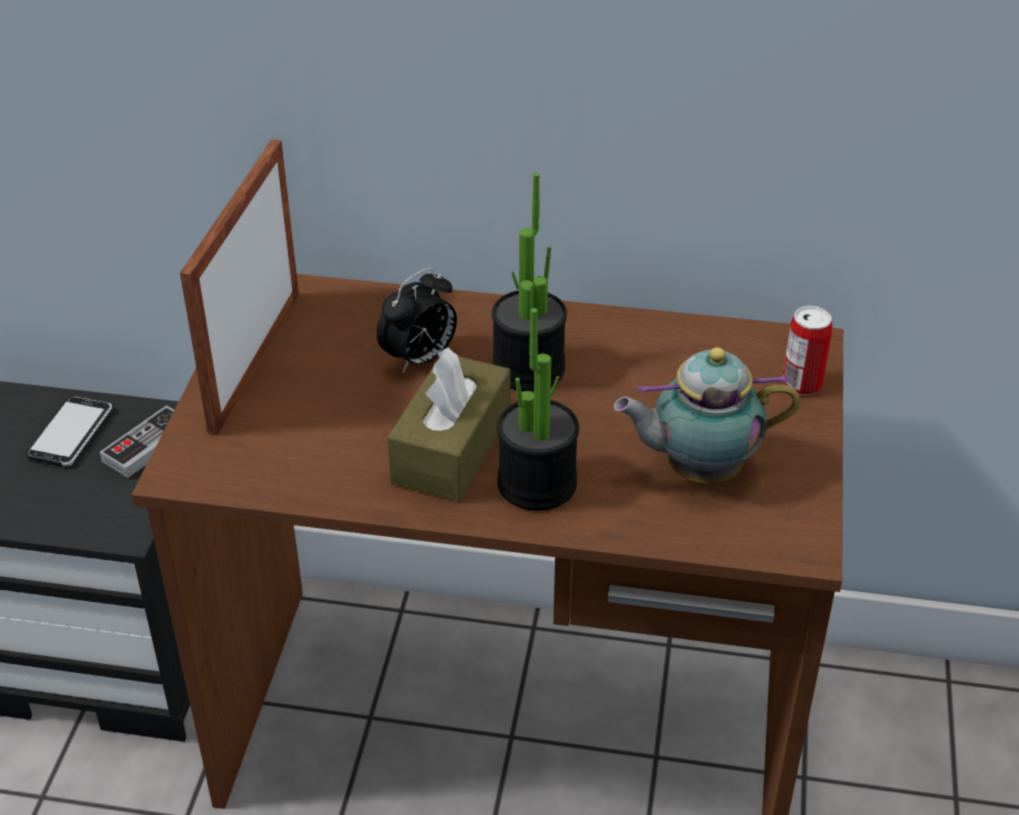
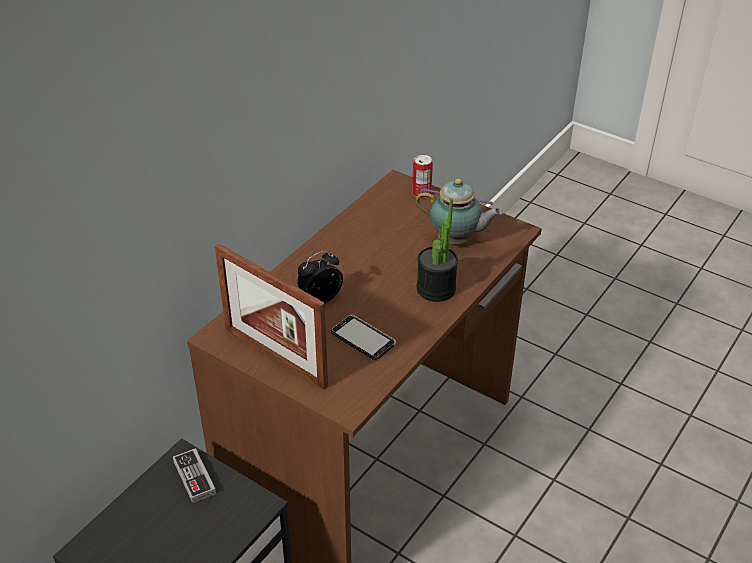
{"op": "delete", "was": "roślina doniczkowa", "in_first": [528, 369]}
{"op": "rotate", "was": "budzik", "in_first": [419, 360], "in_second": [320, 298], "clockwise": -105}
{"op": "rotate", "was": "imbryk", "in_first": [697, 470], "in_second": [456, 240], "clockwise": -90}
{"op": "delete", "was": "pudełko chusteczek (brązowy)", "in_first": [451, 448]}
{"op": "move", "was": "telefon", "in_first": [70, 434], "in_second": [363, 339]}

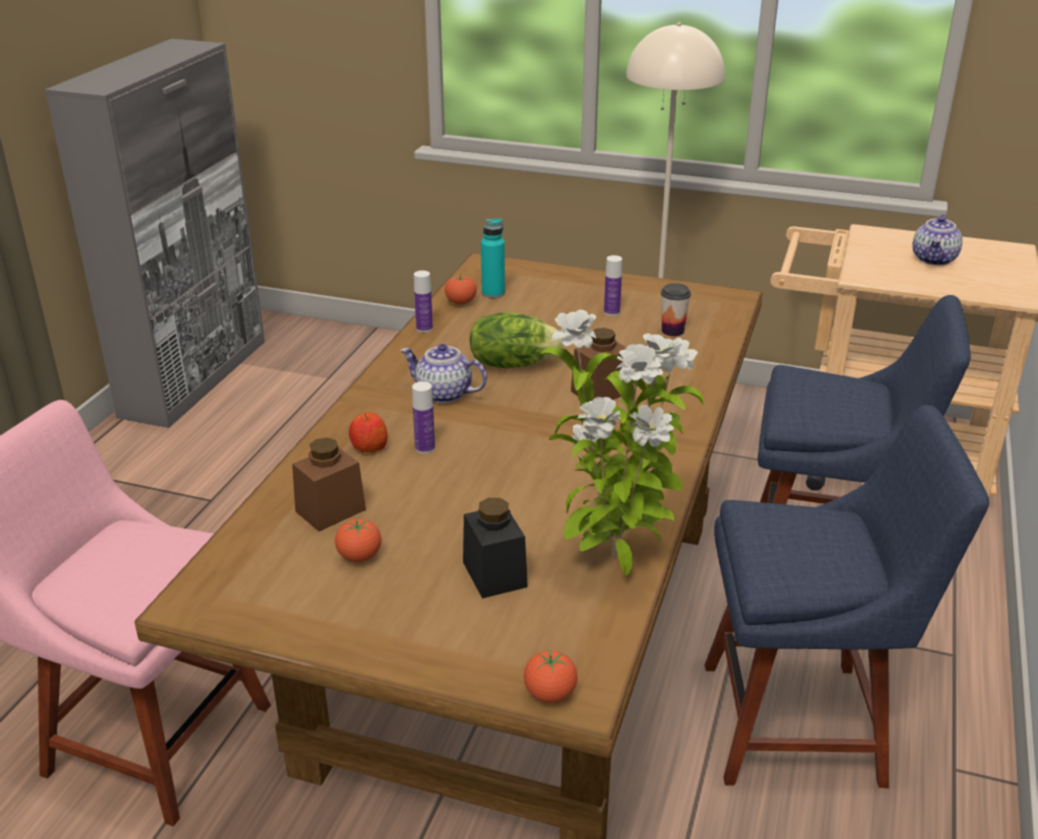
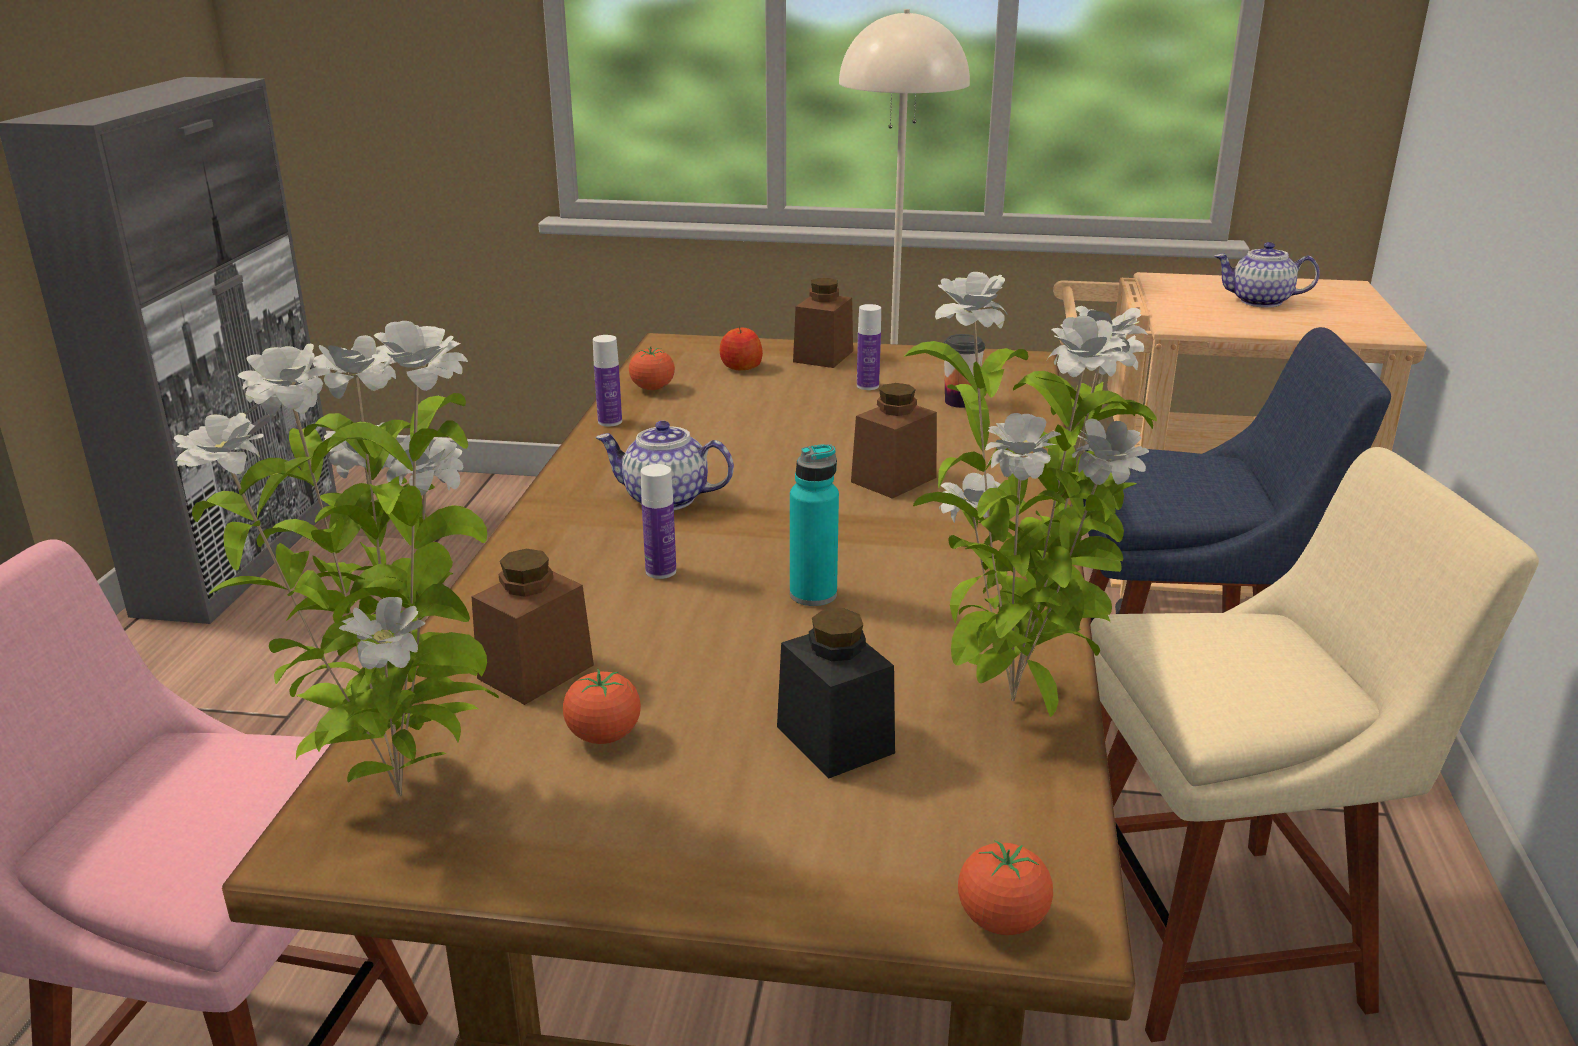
{"op": "rotate", "was": "imbryk", "in_first": [934, 259], "in_second": [1259, 301], "clockwise": 90}
{"op": "move", "was": "butelka (turkusowy)", "in_first": [493, 293], "in_second": [813, 594]}
{"op": "delete", "was": "sałata", "in_first": [512, 363]}
{"op": "recolor", "was": "krzesło (niebieski)", "now": "krzesło (beżowy)", "in_first": [803, 723], "in_second": [1226, 933]}
{"op": "move", "was": "jabłko", "in_first": [369, 447], "in_second": [740, 367]}
{"op": "insert", "now": "słoik (brązowy)", "in_second": [823, 356]}
{"op": "insert", "now": "roślina doniczkowa", "in_second": [402, 790]}

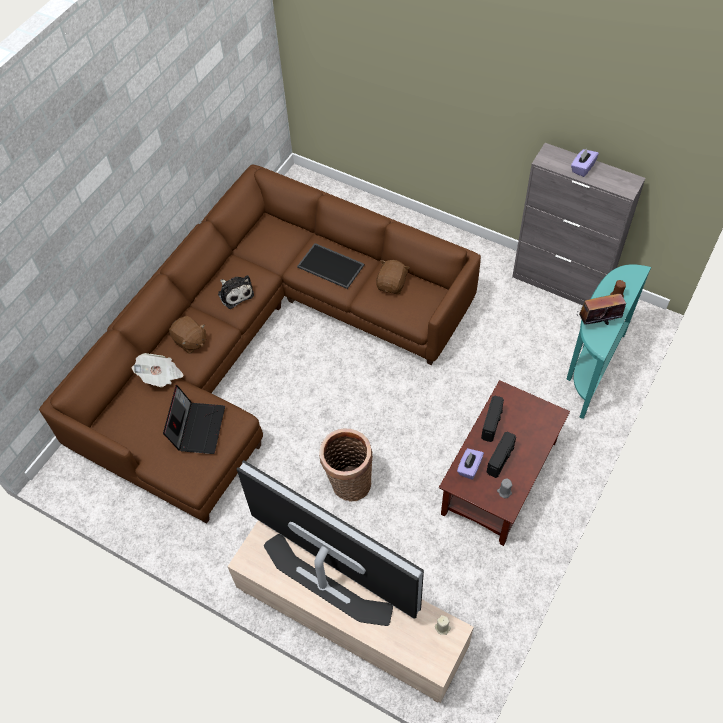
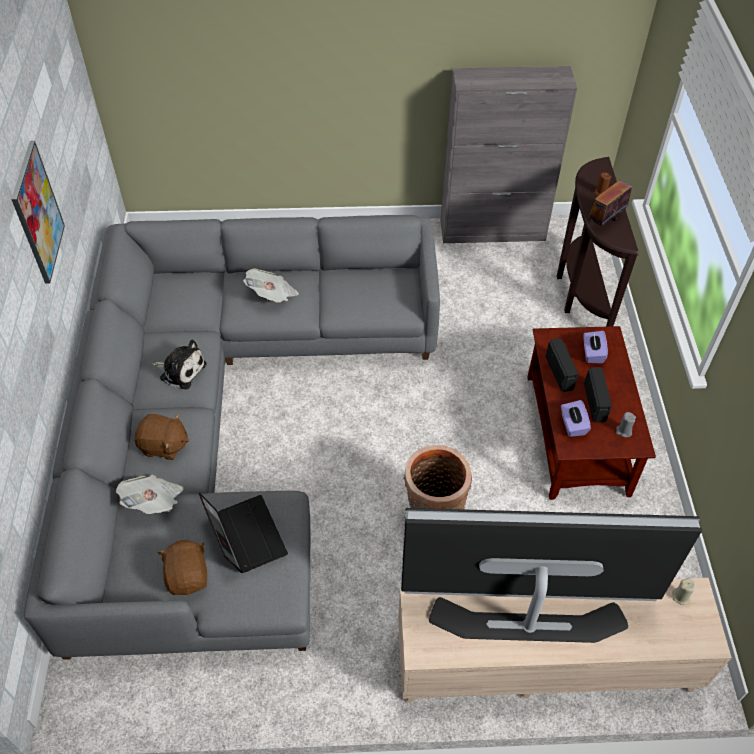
{"op": "move", "was": "pudełko chusteczek (fioletowy)", "in_first": [582, 168], "in_second": [592, 353]}
{"op": "recolor", "was": "kanapa (brązowy)", "now": "kanapa (szary)", "in_first": [260, 342], "in_second": [225, 421]}
{"op": "replace", "was": "taca", "now": "gazeta", "in_first": [331, 265], "in_second": [272, 295]}
{"op": "move", "was": "pluszak (brązowy)", "in_first": [392, 284], "in_second": [188, 576]}
{"op": "recolor", "was": "stolik konsolowy (turkusowy)", "now": "stolik konsolowy (brązowy)", "in_first": [590, 369], "in_second": [579, 294]}
{"op": "insert", "now": "obraz", "in_second": [37, 213]}

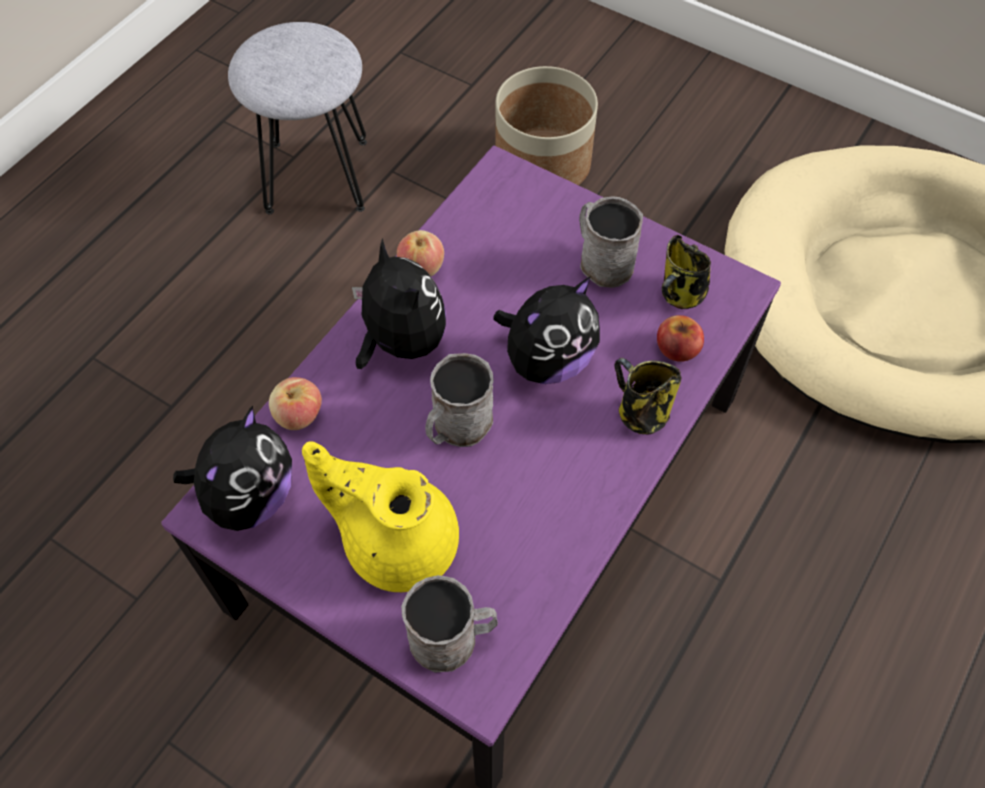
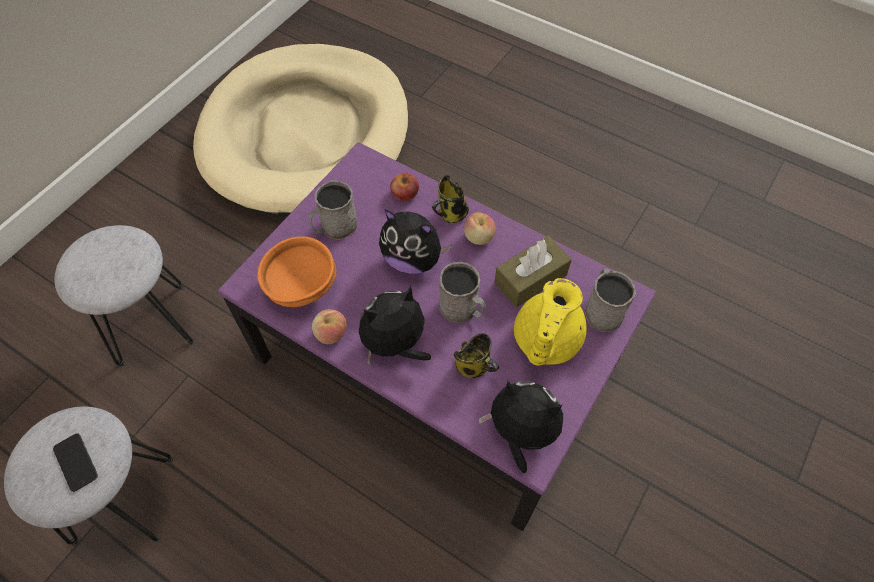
{"op": "replace", "was": "donica", "now": "stołek (szary)", "in_first": [543, 163], "in_second": [151, 323]}
{"op": "move", "was": "kubek", "in_first": [680, 295], "in_second": [474, 366]}
{"op": "rotate", "was": "pluszak", "in_first": [547, 360], "in_second": [413, 259], "clockwise": 150}
{"op": "move", "was": "jabłko", "in_first": [298, 415], "in_second": [479, 237]}
{"op": "insert", "now": "miska (pomarańczowy)", "in_second": [300, 285]}
{"op": "insert", "now": "pudełko chusteczek (brązowy)", "in_second": [530, 279]}
{"op": "insert", "now": "telefon", "in_second": [76, 462]}

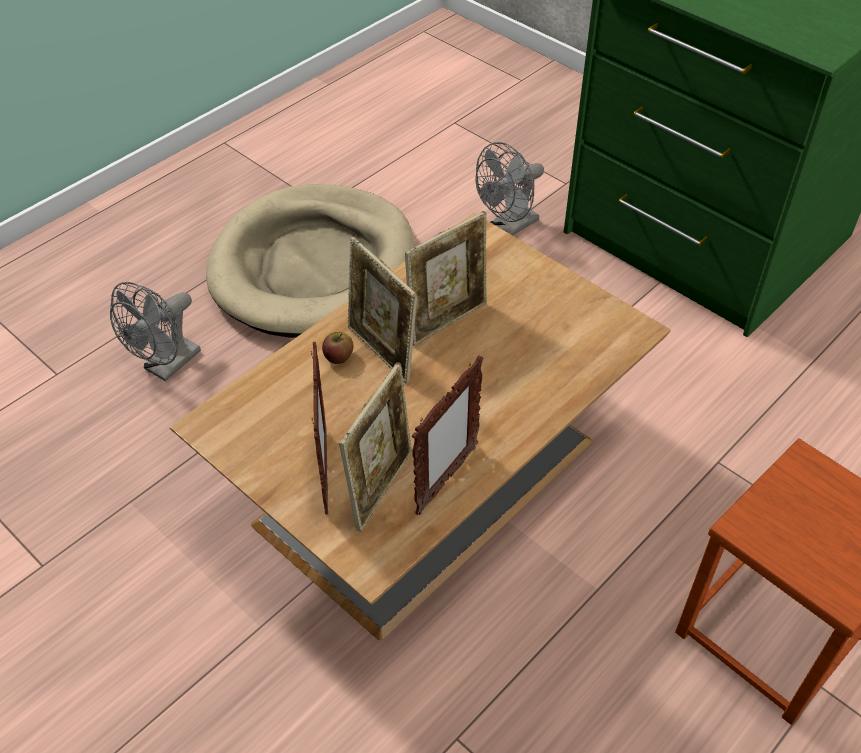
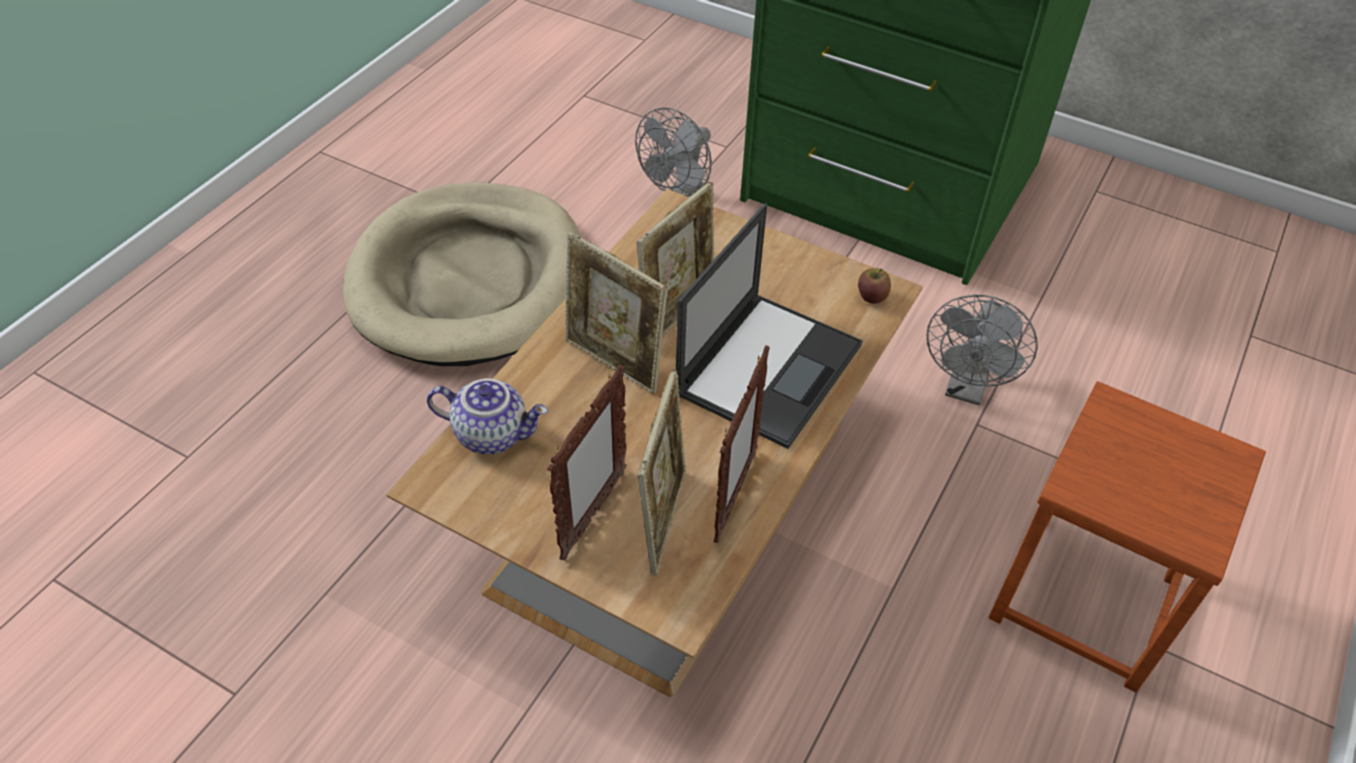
{"op": "move", "was": "wentylator (szary)", "in_first": [167, 366], "in_second": [966, 388]}
{"op": "move", "was": "jabłko", "in_first": [338, 357], "in_second": [872, 296]}
{"op": "rotate", "was": "ramka na zdjęcie", "in_first": [325, 473], "in_second": [592, 515], "clockwise": 45}
{"op": "insert", "now": "laptop", "in_second": [769, 367]}
{"op": "insert", "now": "imbryk", "in_second": [492, 433]}

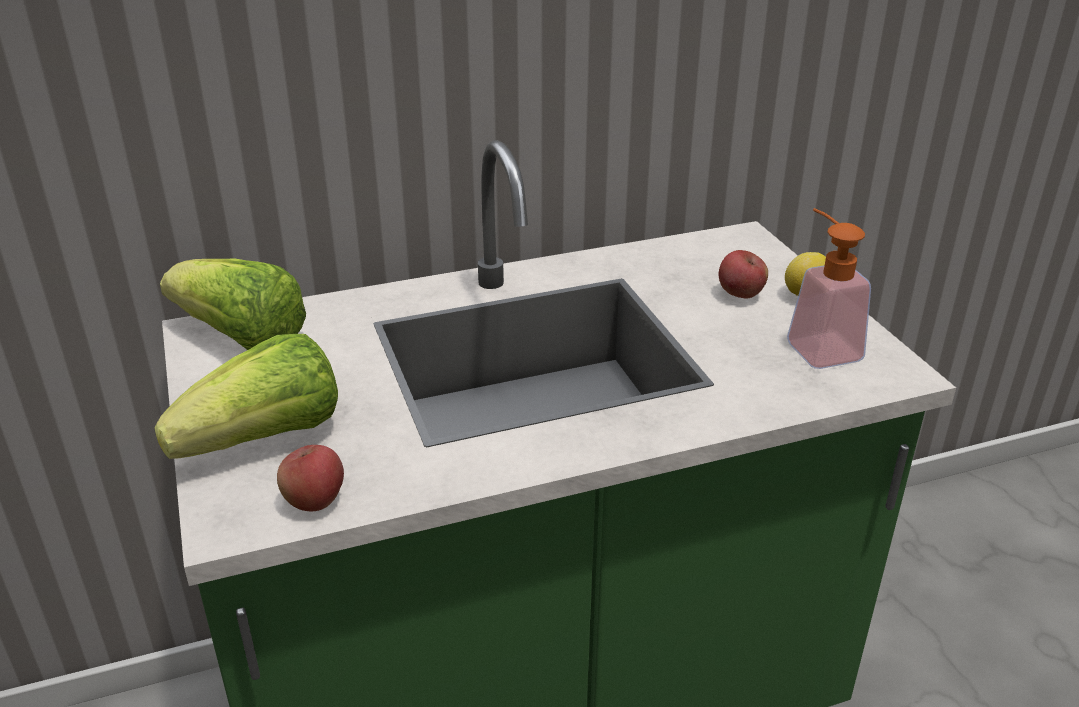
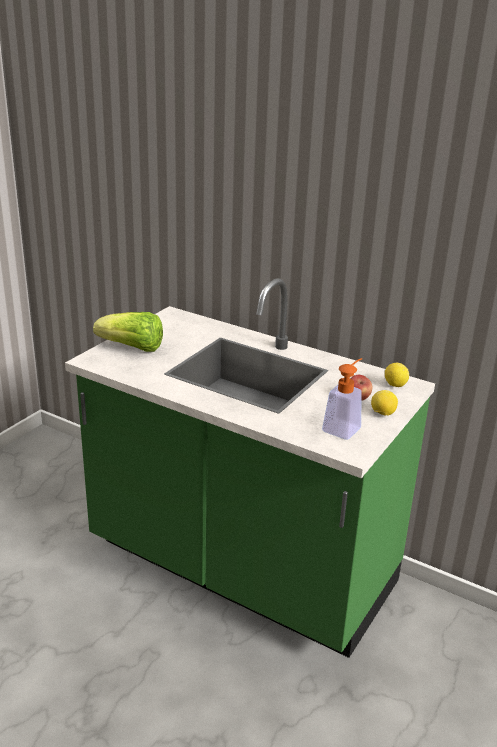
{"op": "delete", "was": "sałata", "in_first": [241, 338]}
{"op": "delete", "was": "jabłko", "in_first": [314, 501]}
{"op": "insert", "now": "cytryna", "in_second": [395, 385]}

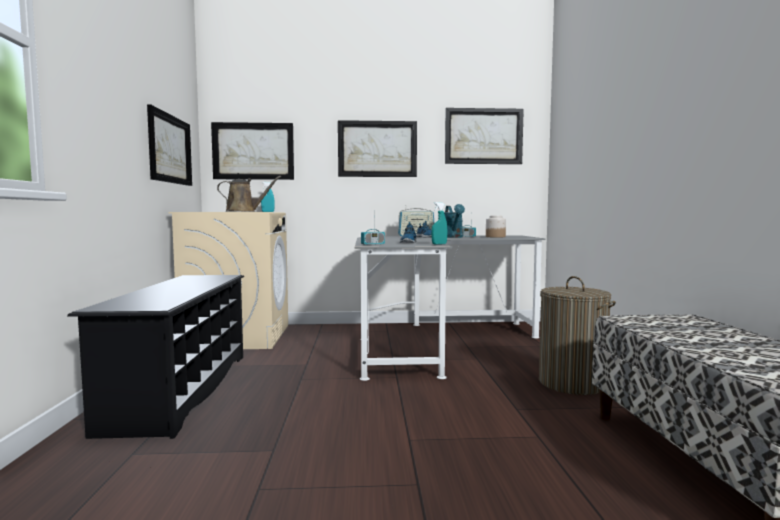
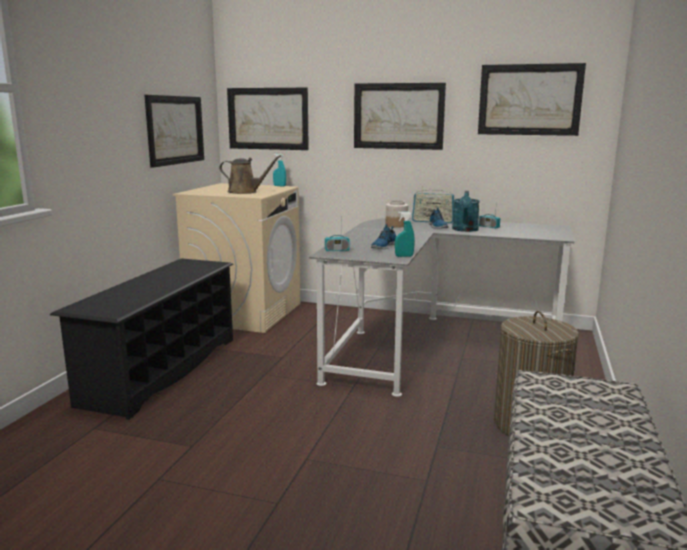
{"op": "move", "was": "słoik", "in_first": [495, 237], "in_second": [396, 225]}

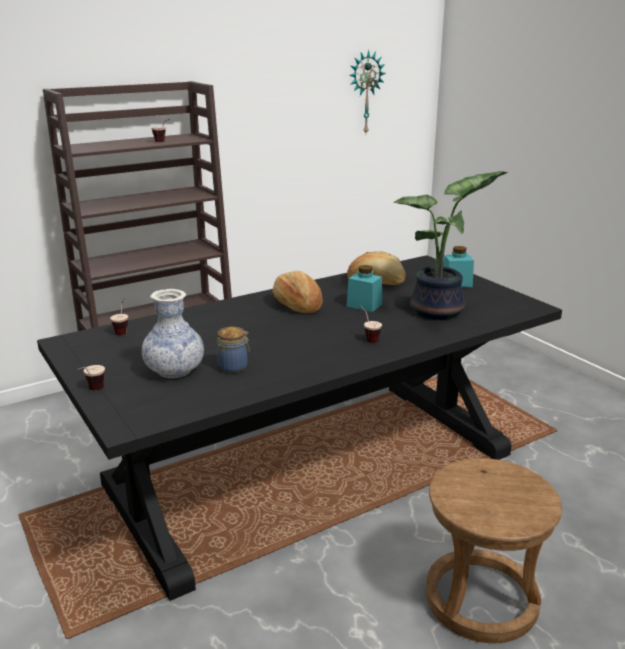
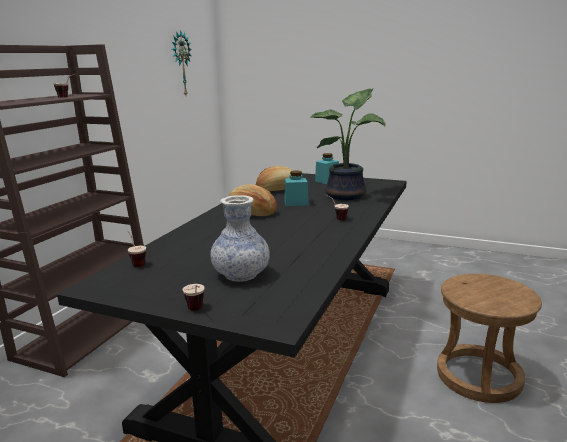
{"op": "delete", "was": "słoik", "in_first": [234, 367]}

